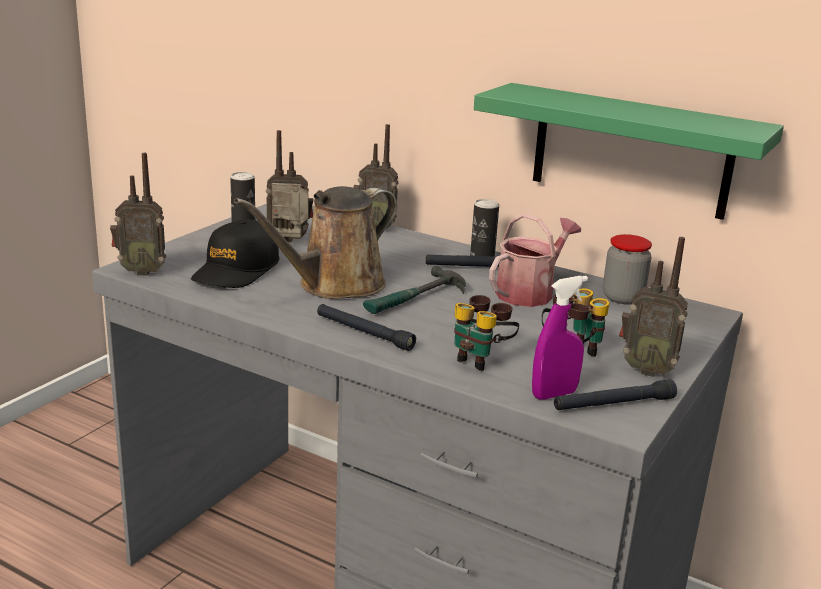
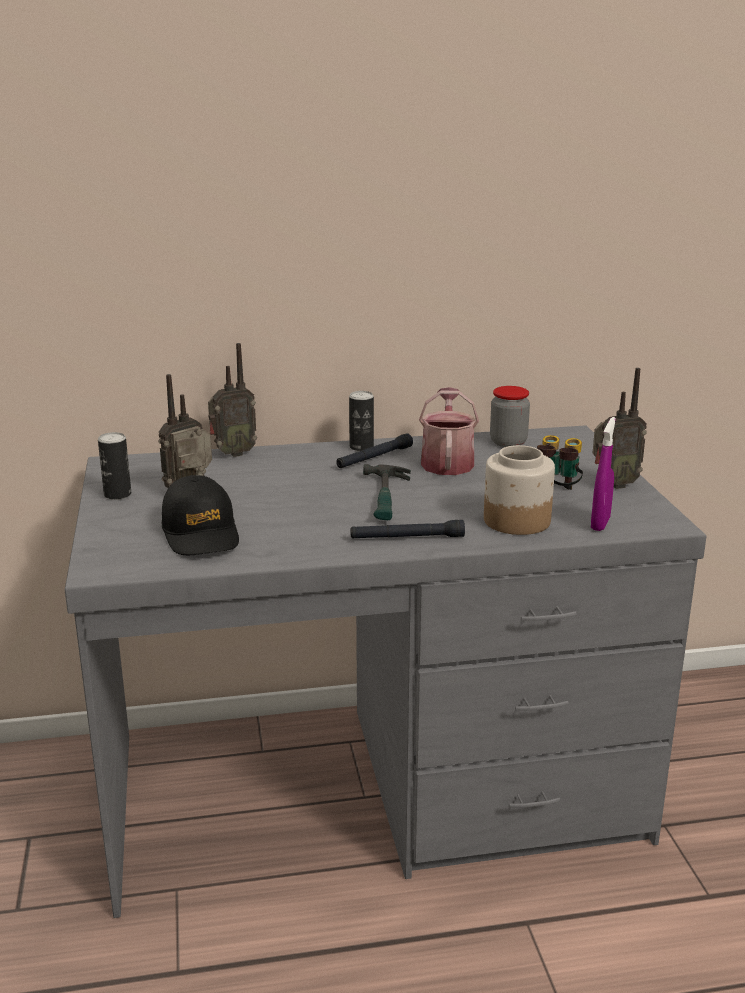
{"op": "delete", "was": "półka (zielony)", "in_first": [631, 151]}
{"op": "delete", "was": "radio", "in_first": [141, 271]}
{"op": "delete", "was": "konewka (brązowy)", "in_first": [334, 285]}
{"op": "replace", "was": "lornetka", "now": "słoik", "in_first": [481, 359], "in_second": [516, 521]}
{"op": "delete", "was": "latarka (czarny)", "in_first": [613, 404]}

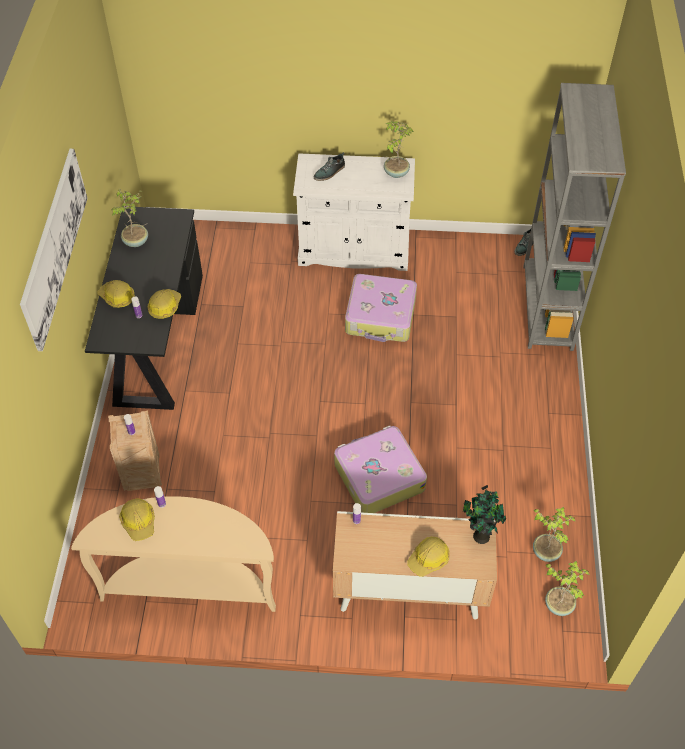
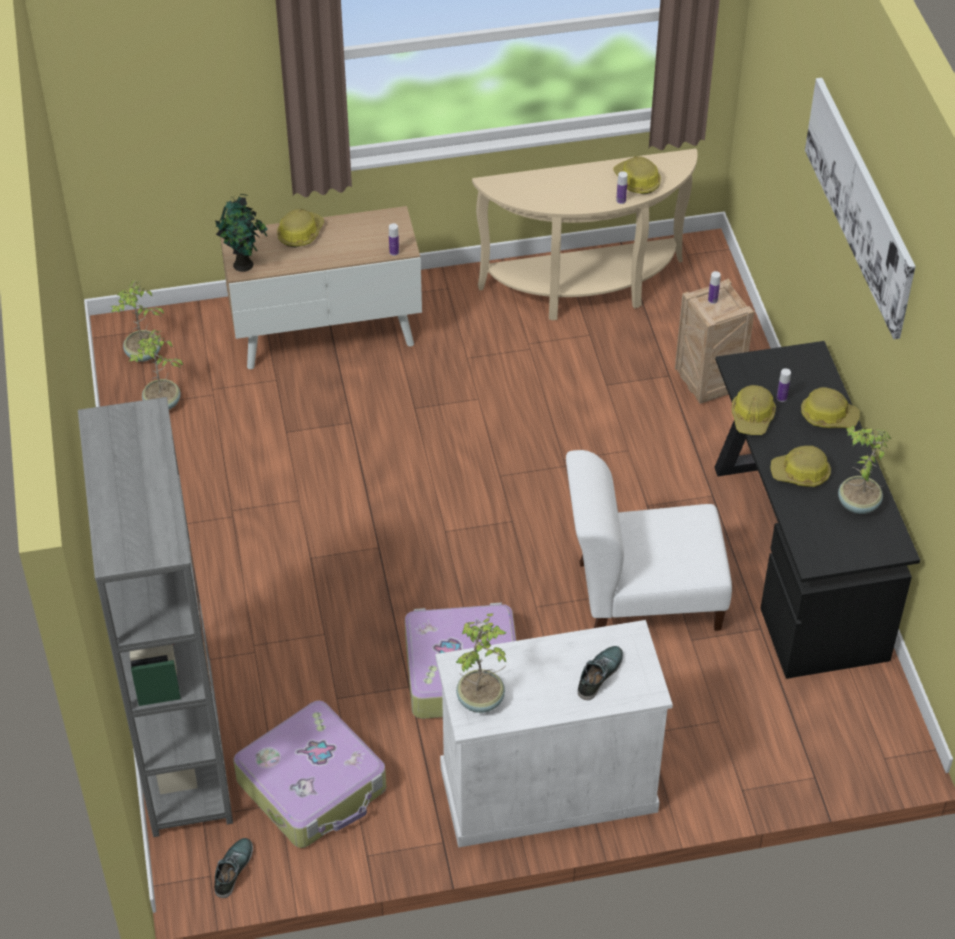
{"op": "move", "was": "walizka", "in_first": [378, 476], "in_second": [313, 785]}
{"op": "insert", "now": "kask", "in_second": [800, 473]}
{"op": "insert", "now": "krzesło (biały)", "in_second": [641, 597]}

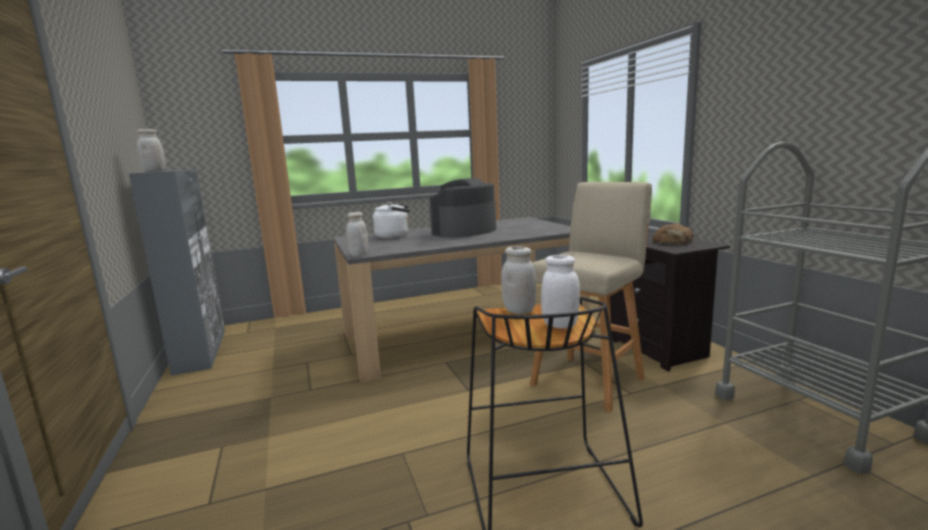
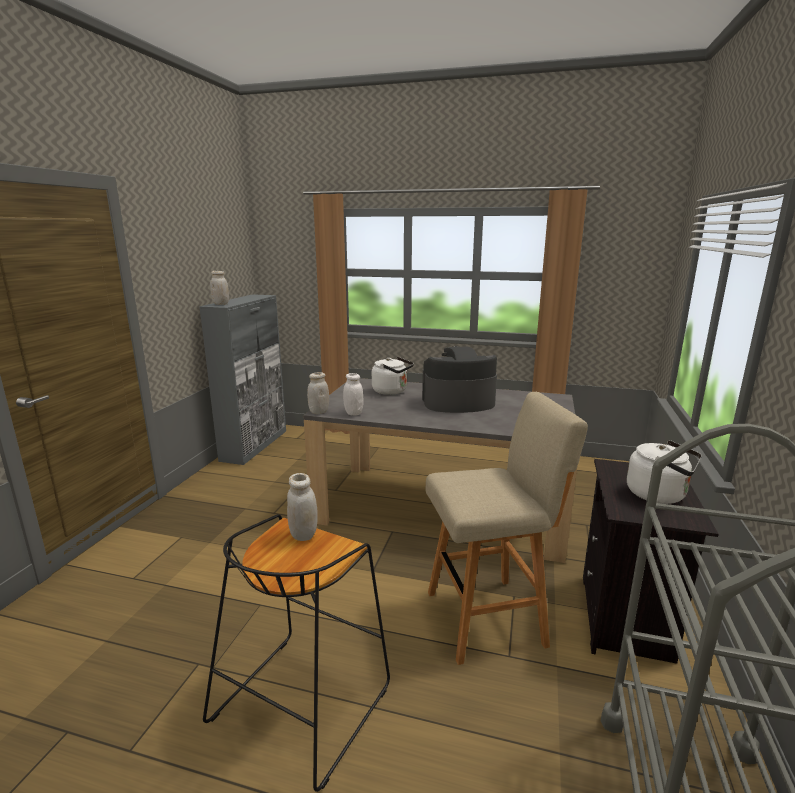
{"op": "replace", "was": "chleb", "now": "czajnik (biały)", "in_first": [673, 241], "in_second": [659, 495]}
{"op": "move", "was": "słoik (biały)", "in_first": [560, 325], "in_second": [353, 413]}

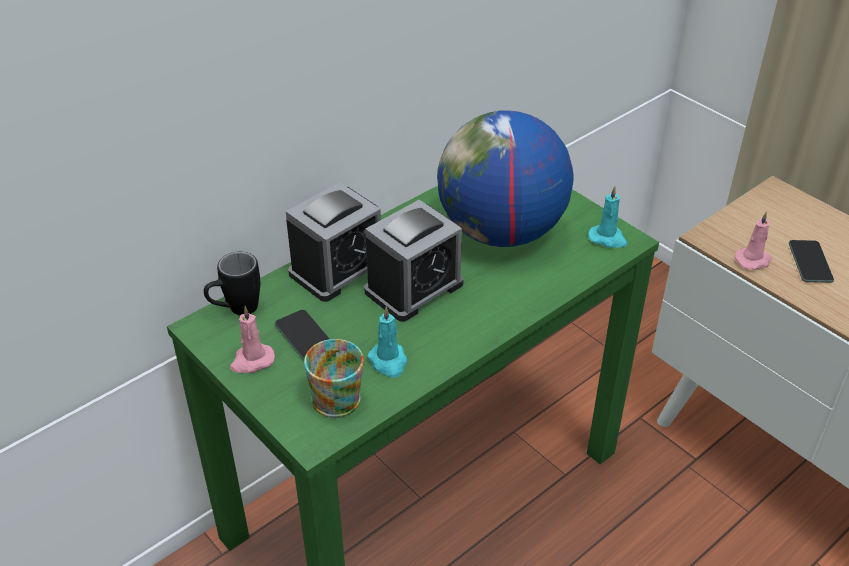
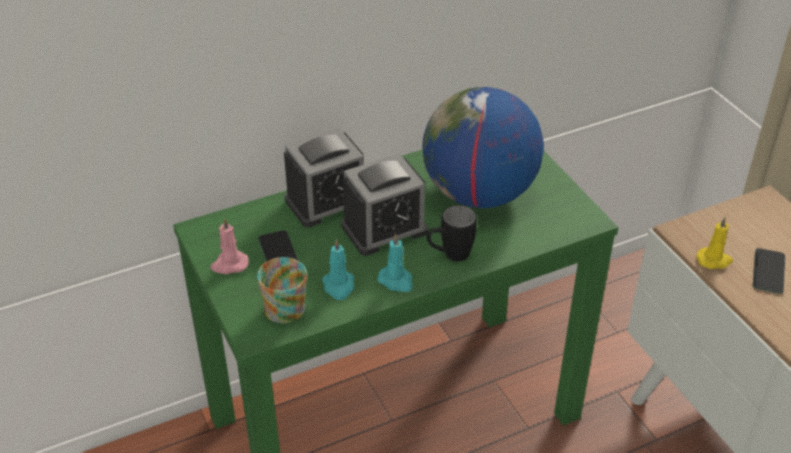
{"op": "move", "was": "świeca (turkusowy)", "in_first": [608, 239], "in_second": [396, 281]}
{"op": "recolor", "was": "świeca (różowy)", "now": "świeca (żółty)", "in_first": [753, 260], "in_second": [714, 260]}
{"op": "move", "was": "kubek (czarny)", "in_first": [235, 310], "in_second": [449, 256]}

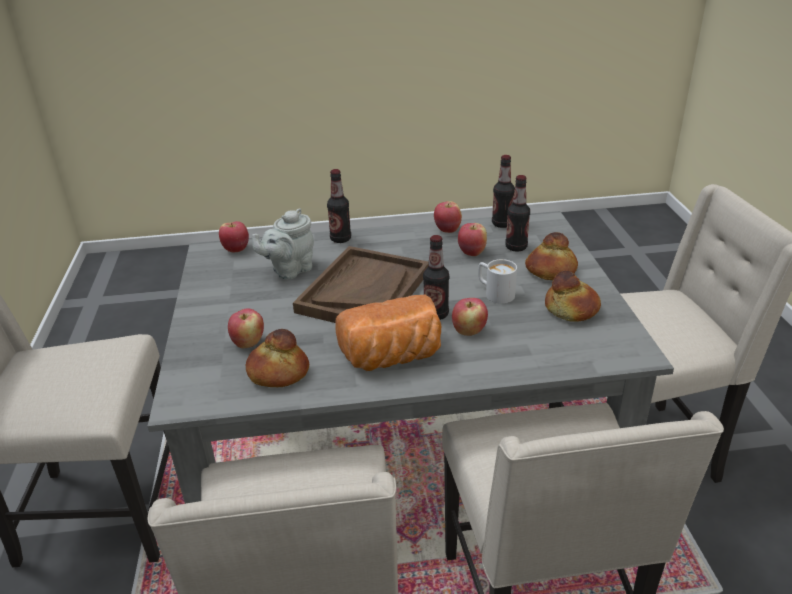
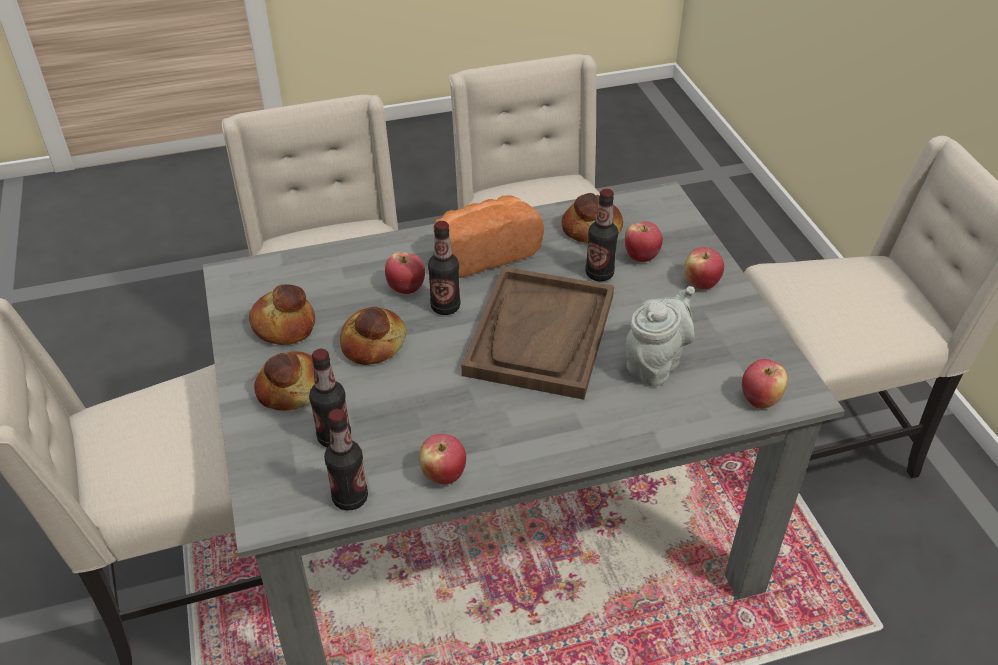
{"op": "move", "was": "butelka", "in_first": [340, 239], "in_second": [599, 274]}
{"op": "move", "was": "jabłko", "in_first": [471, 252], "in_second": [701, 283]}
{"op": "replace", "was": "kubek (biały)", "now": "chleb", "in_first": [494, 293], "in_second": [374, 344]}

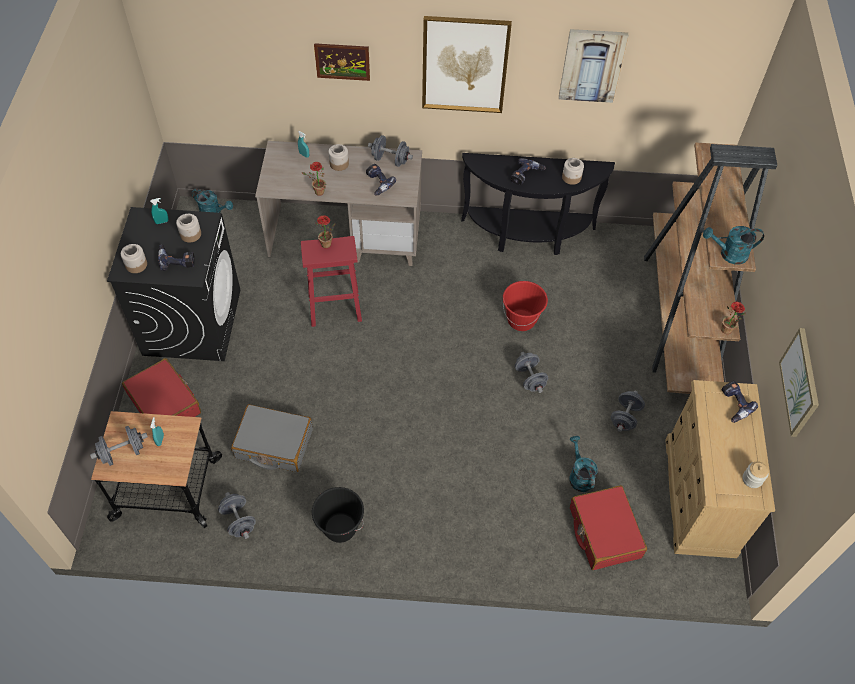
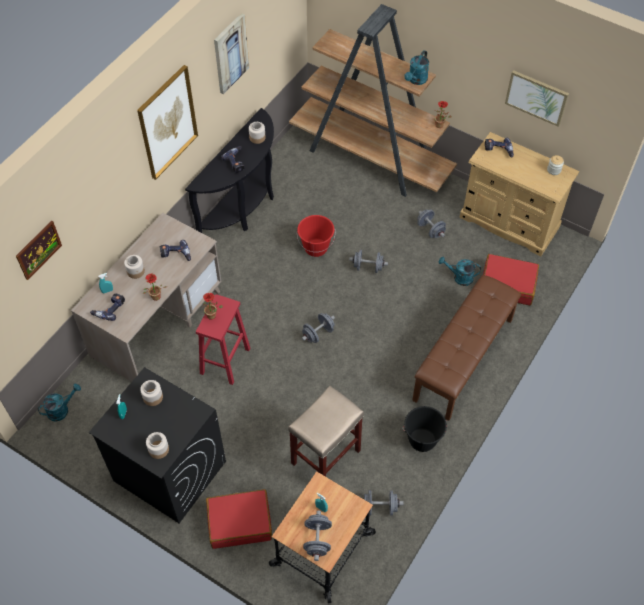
{"op": "move", "was": "obraz", "in_first": [342, 61], "in_second": [38, 249]}
{"op": "move", "was": "hantel (szary)", "in_first": [390, 160], "in_second": [318, 333]}
{"op": "move", "was": "wiertarka", "in_first": [177, 260], "in_second": [109, 309]}
{"op": "replace", "was": "walizka (szary)", "now": "stołek (beżowy)", "in_first": [274, 444], "in_second": [326, 456]}
{"op": "insert", "now": "ławka (brązowy)", "in_second": [464, 360]}

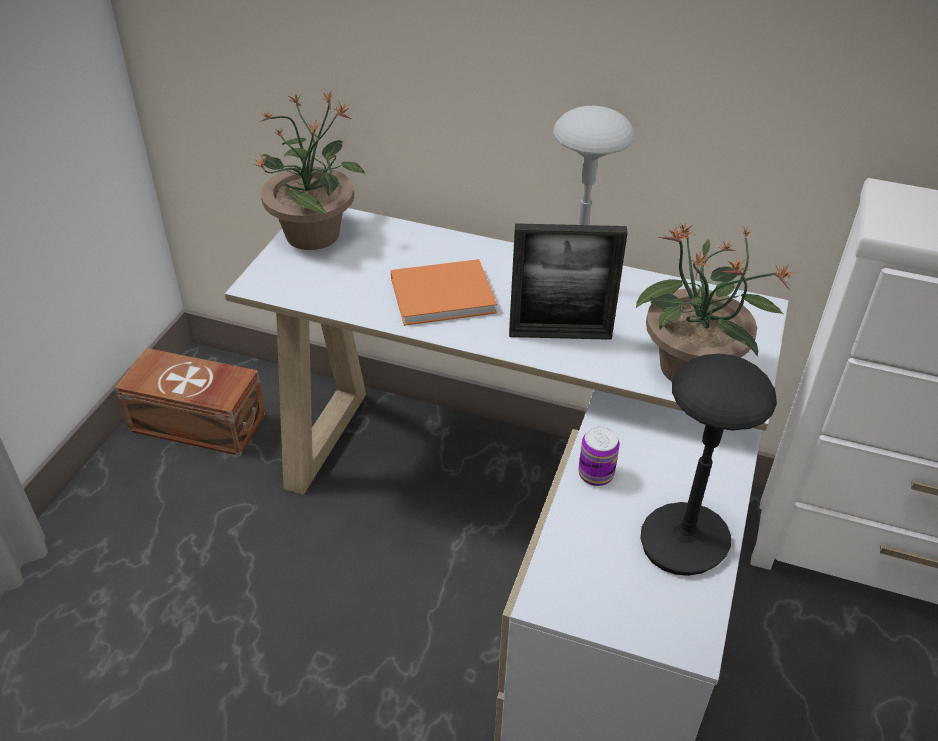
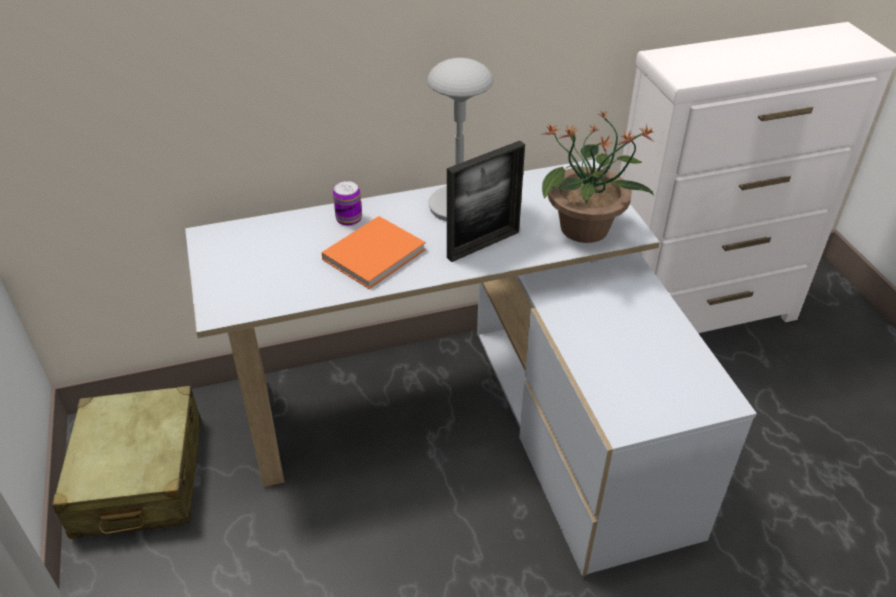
{"op": "delete", "was": "roślina doniczkowa", "in_first": [314, 233]}
{"op": "replace", "was": "pojemnik do przechowywania (brązowy)", "now": "walizka (beżowy)", "in_first": [198, 424], "in_second": [139, 477]}
{"op": "delete", "was": "lampa stołowa (czarny)", "in_first": [684, 542]}
{"op": "move", "was": "puszka", "in_first": [596, 474], "in_second": [349, 219]}

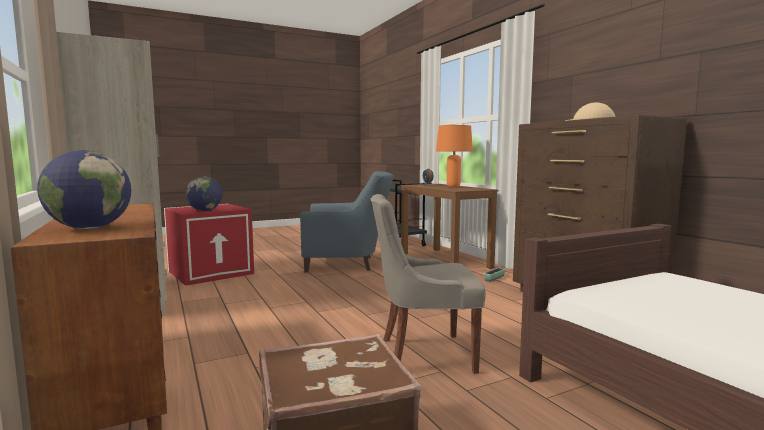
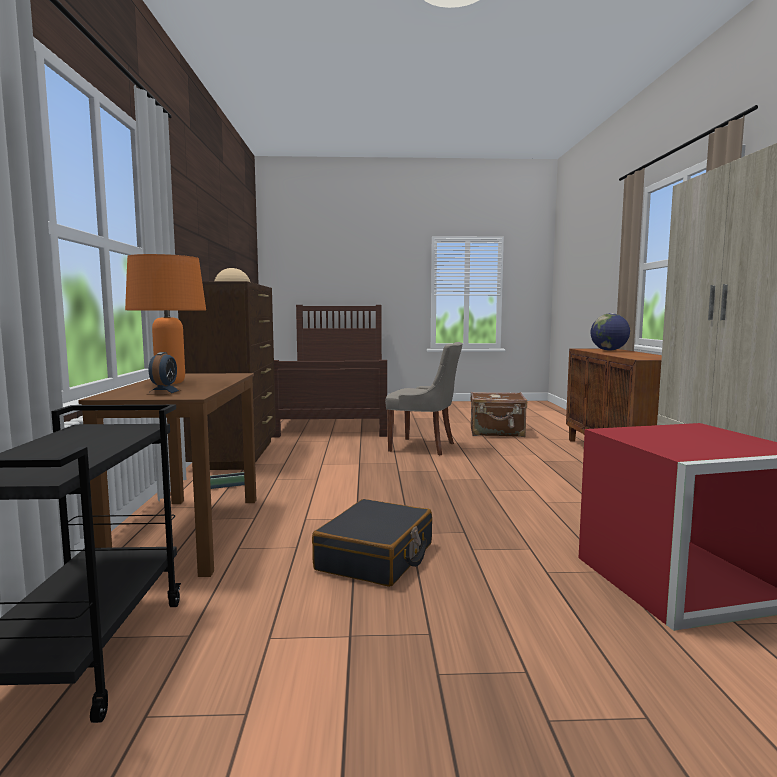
{"op": "replace", "was": "fotel (niebieski)", "now": "walizka (czarny)", "in_first": [348, 263], "in_second": [376, 557]}
{"op": "delete", "was": "globus", "in_first": [205, 210]}

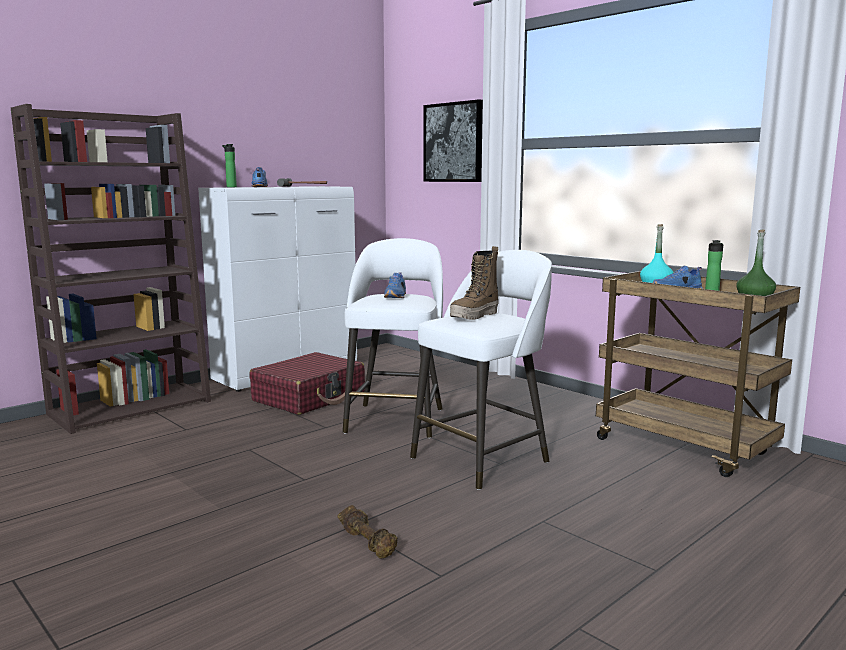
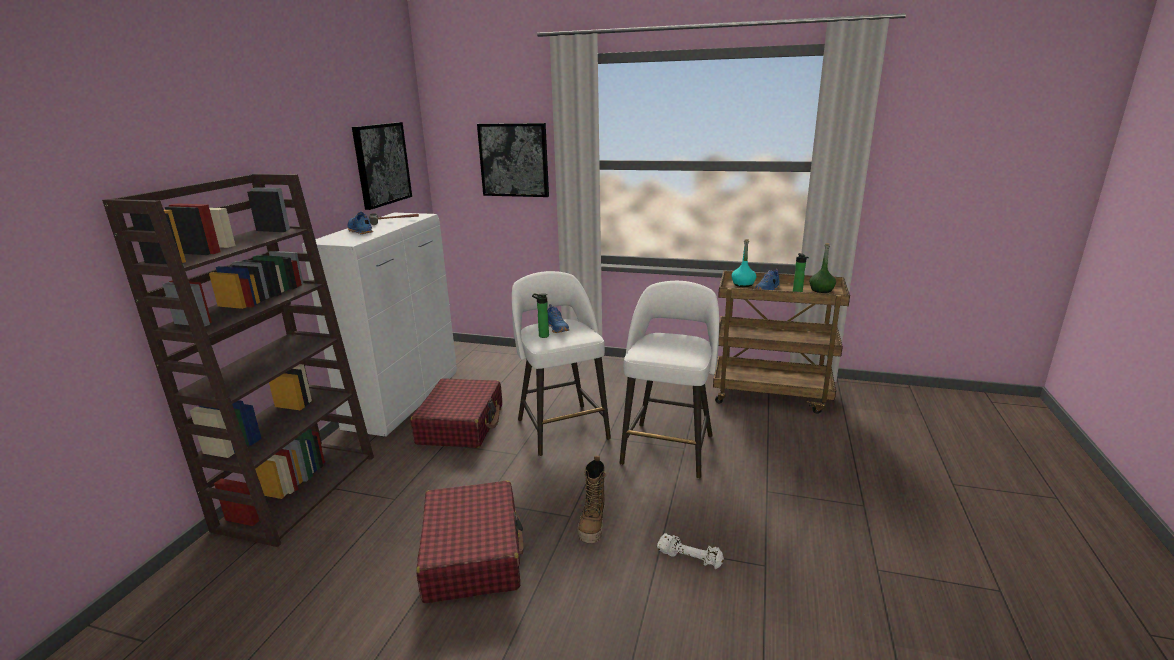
{"op": "move", "was": "butelka", "in_first": [230, 187], "in_second": [542, 336]}
{"op": "move", "was": "but z cholewką", "in_first": [475, 316], "in_second": [592, 525]}
{"op": "recolor", "was": "hantel (brązowy)", "now": "hantel (biały)", "in_first": [368, 543], "in_second": [690, 558]}
{"op": "insert", "now": "obraz", "in_second": [381, 164]}
{"op": "insert", "now": "walizka (czerwony)", "in_second": [472, 553]}

